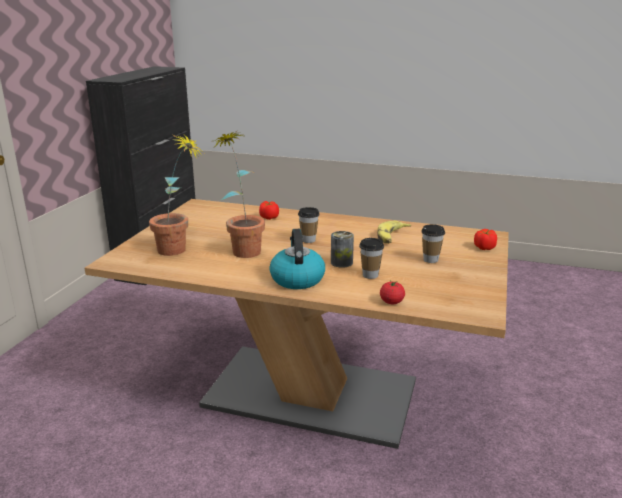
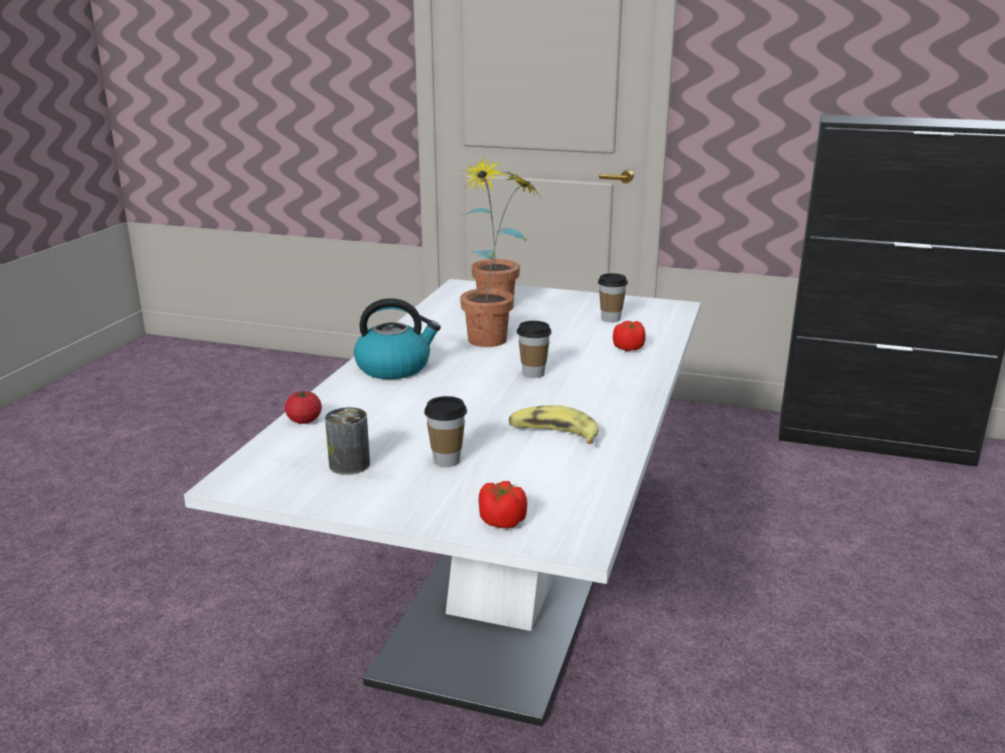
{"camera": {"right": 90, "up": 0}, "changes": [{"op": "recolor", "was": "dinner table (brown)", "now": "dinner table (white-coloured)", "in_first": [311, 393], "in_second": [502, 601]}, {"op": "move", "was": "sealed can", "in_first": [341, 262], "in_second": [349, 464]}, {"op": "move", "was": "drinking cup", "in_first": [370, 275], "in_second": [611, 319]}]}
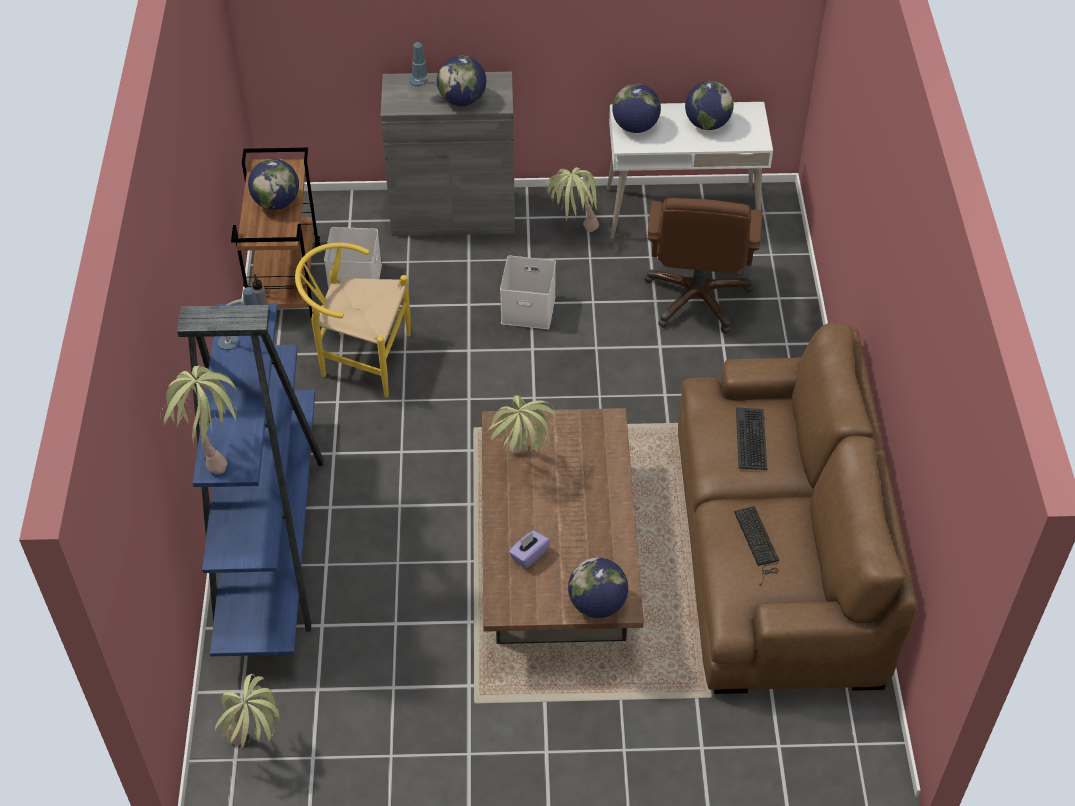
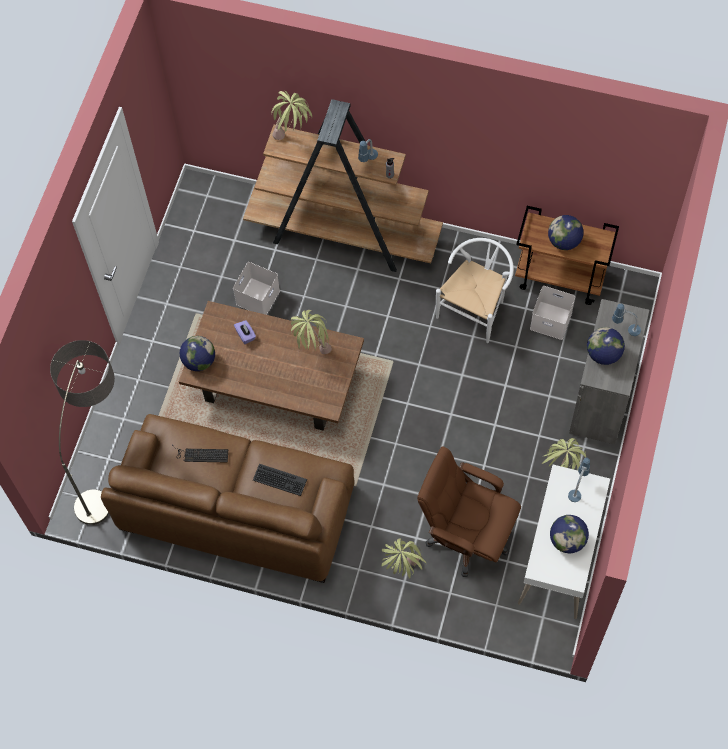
{"camera": {"right": 110, "up": 15}, "changes": [{"op": "insert", "now": "standing lamp", "in_second": [107, 468]}, {"op": "move", "was": "storage bin (white-coloured)", "in_first": [529, 308], "in_second": [258, 298]}, {"op": "recolor", "was": "bookshelf (blue-coloured)", "now": "bookshelf (brown)", "in_first": [270, 539], "in_second": [344, 234]}, {"op": "move", "was": "potted plant", "in_first": [257, 747], "in_second": [403, 570]}, {"op": "recolor", "was": "plain chair (yellow)", "now": "plain chair (white-coloured)", "in_first": [358, 358], "in_second": [475, 307]}, {"op": "replace", "was": "world globe", "now": "table lamp", "in_first": [635, 127], "in_second": [577, 488]}]}
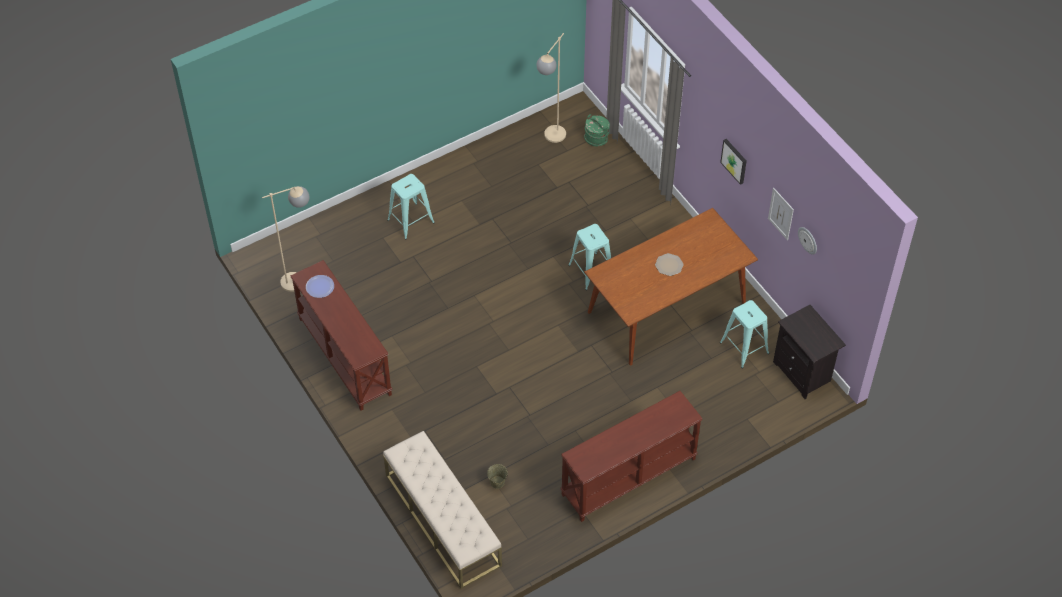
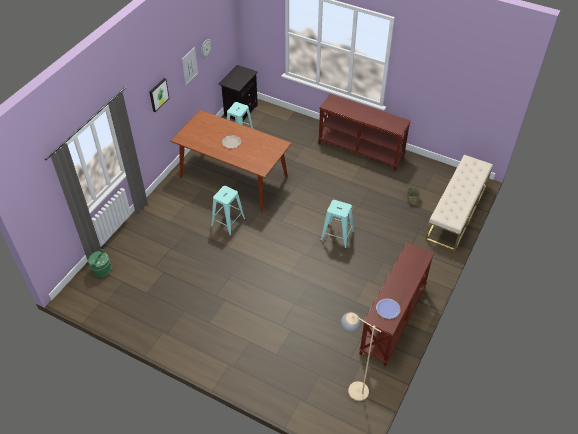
{"camera": {"right": -120, "up": -5}, "changes": [{"op": "move", "was": "stool seat (turquoise)", "in_first": [411, 221], "in_second": [337, 236]}, {"op": "delete", "was": "standing lamp (beige)", "in_first": [551, 139]}]}
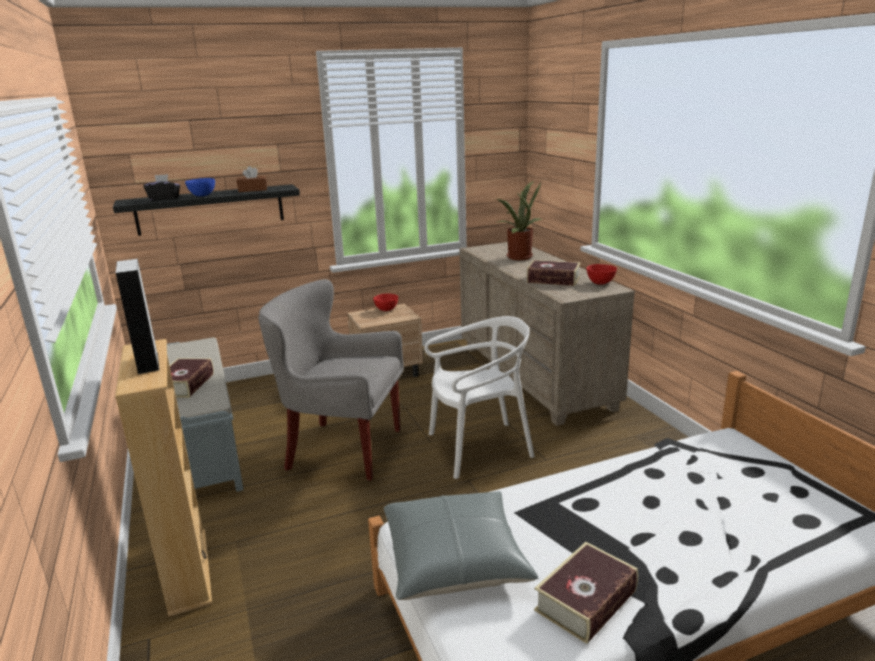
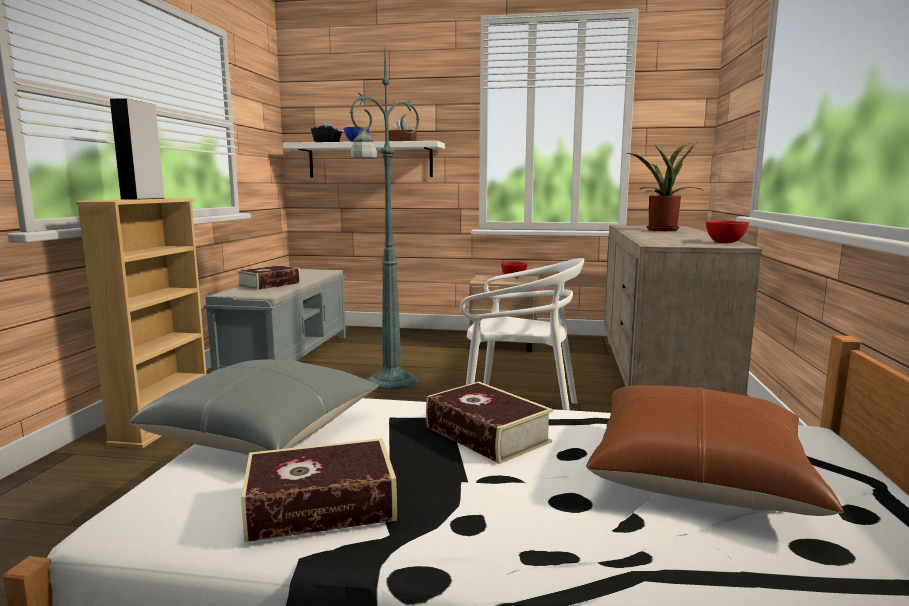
{"camera": {"right": 30, "up": -10}, "changes": [{"op": "recolor", "was": "shelf (blackish)", "now": "shelf (white-coloured)", "in_first": [210, 209], "in_second": [370, 160]}, {"op": "replace", "was": "armchair (grey)", "now": "standing lamp (green-coloured)", "in_first": [341, 449], "in_second": [389, 382]}, {"op": "move", "was": "volume", "in_first": [553, 279], "in_second": [487, 434]}, {"op": "insert", "now": "throw pillow (brown)", "in_second": [699, 473]}]}
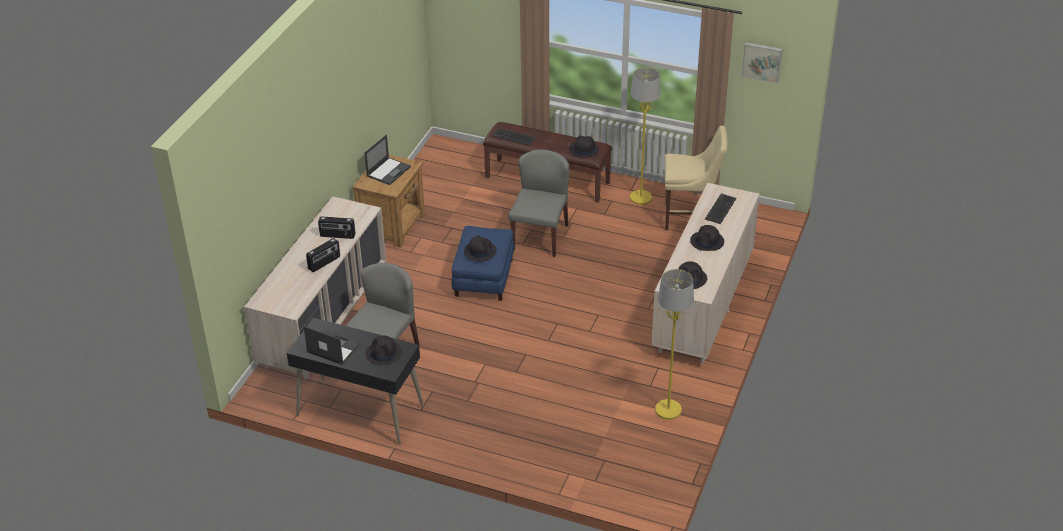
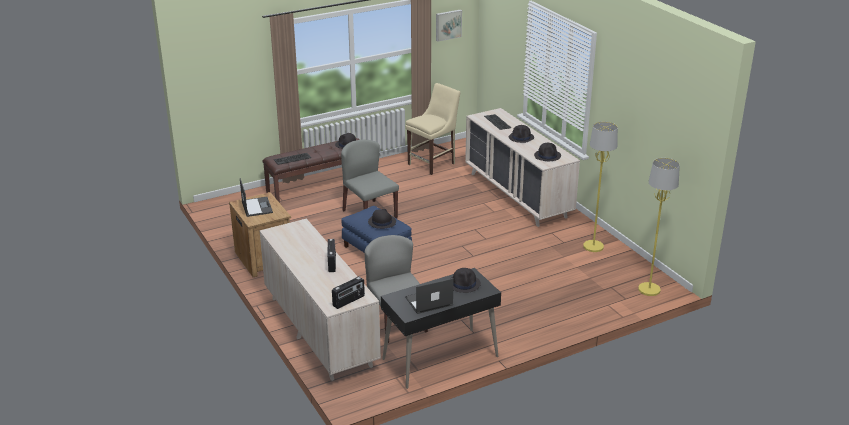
{"camera": {"right": -50, "up": -10}, "changes": [{"op": "move", "was": "radio set", "in_first": [337, 236], "in_second": [349, 301]}, {"op": "move", "was": "standing lamp (yellow)", "in_first": [640, 198], "in_second": [649, 289]}]}
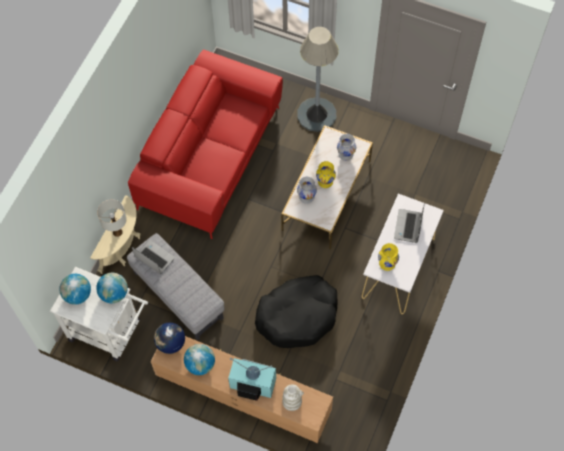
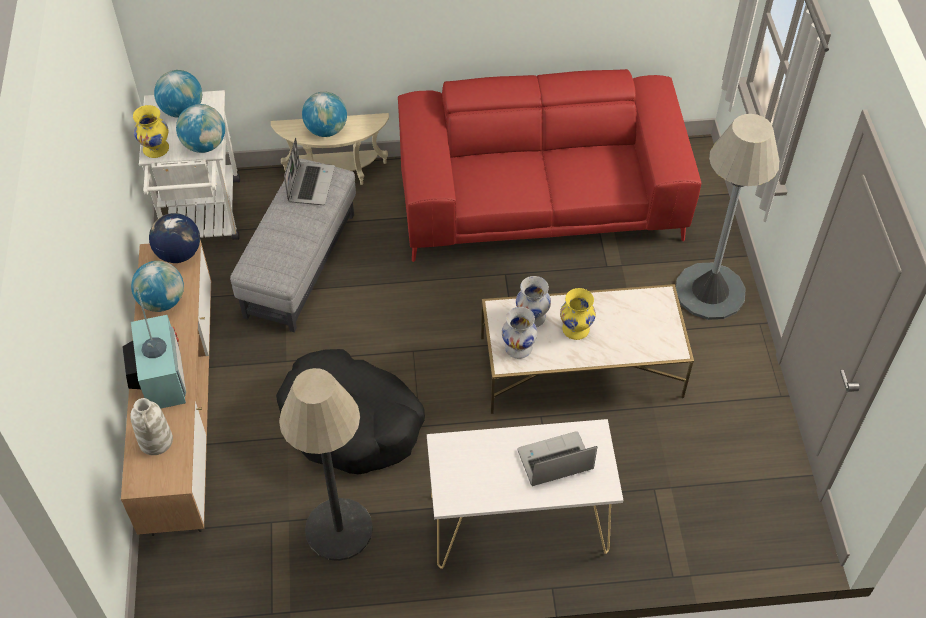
{"camera": {"right": 60, "up": -10}, "changes": [{"op": "move", "was": "decorative vase (yellow)", "in_first": [387, 263], "in_second": [156, 149]}, {"op": "insert", "now": "standing lamp", "in_second": [338, 529]}, {"op": "replace", "was": "table lamp (white-coloured)", "now": "world globe", "in_first": [117, 232], "in_second": [326, 130]}, {"op": "move", "was": "decorative vase (white-coloured)", "in_first": [345, 155], "in_second": [518, 348]}]}
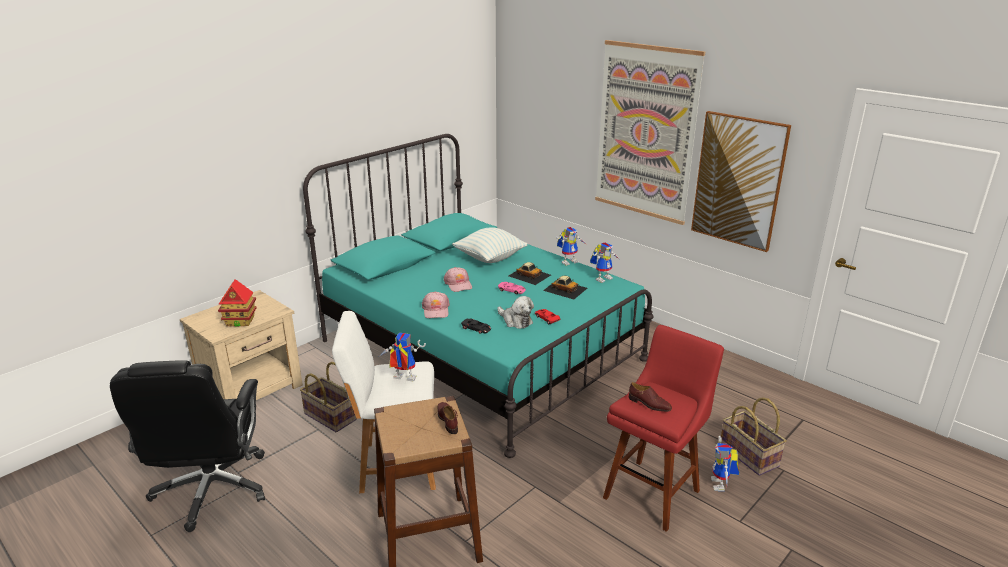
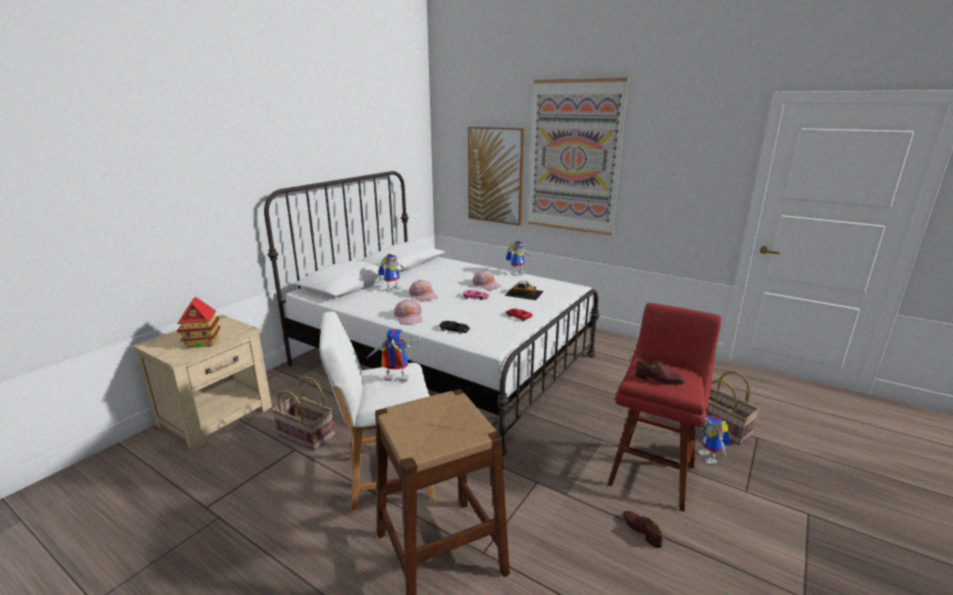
{"camera": {"right": -10, "up": -5}, "changes": [{"op": "recolor", "was": "bed (turquoise)", "now": "bed (white-coloured)", "in_first": [480, 350], "in_second": [443, 360]}, {"op": "move", "was": "toy robot", "in_first": [603, 278], "in_second": [392, 288]}, {"op": "move", "was": "wall art", "in_first": [738, 181], "in_second": [495, 175]}, {"op": "replace", "was": "model car", "now": "cap (pink)", "in_first": [529, 275], "in_second": [486, 285]}, {"op": "move", "was": "low shoe (brown)", "in_first": [448, 420], "in_second": [641, 531]}, {"op": "delete", "was": "office chair (blackish)", "in_first": [211, 490]}, {"op": "delete", "was": "throw pillow", "in_first": [490, 258]}, {"op": "delete", "was": "cuddly toy", "in_first": [515, 321]}]}
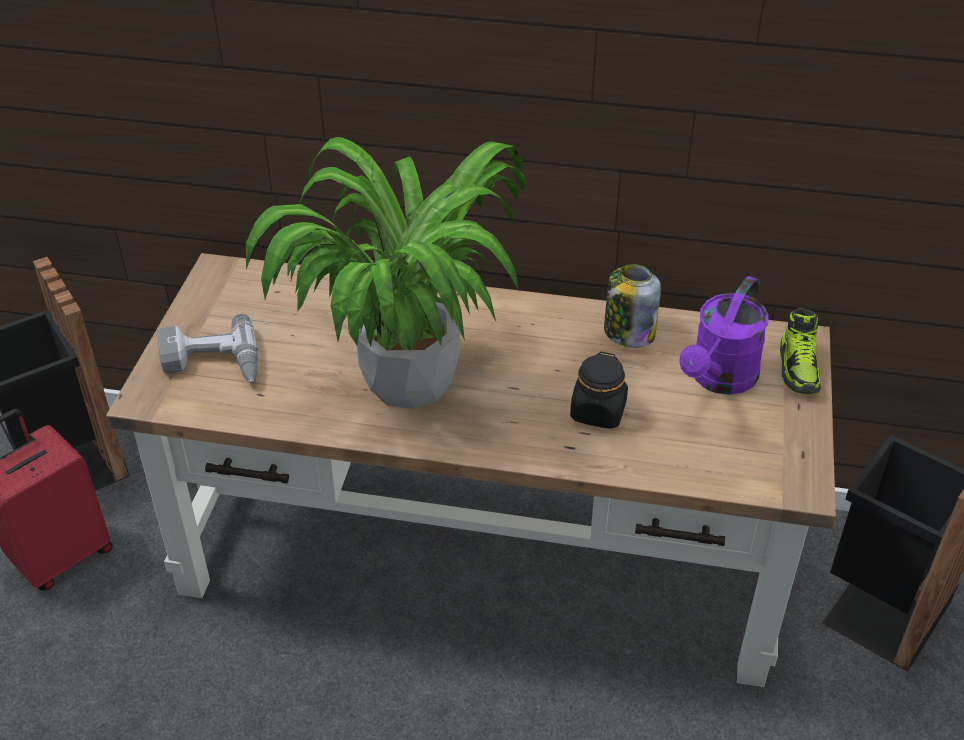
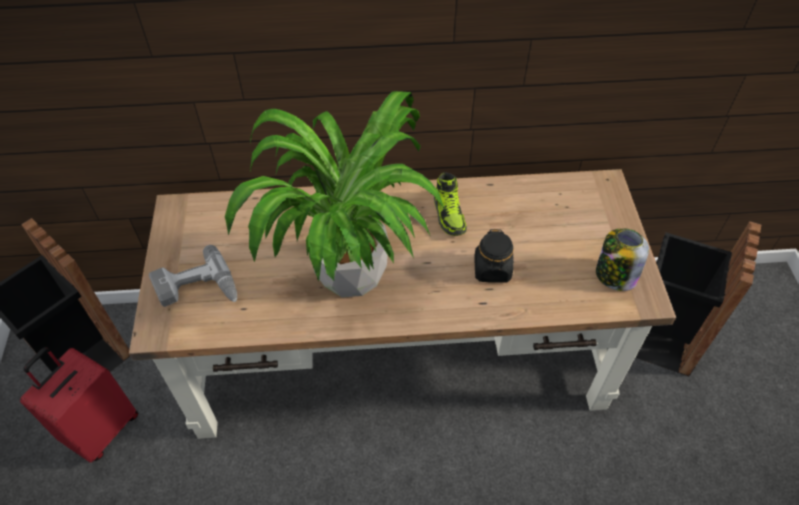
{"camera": {"right": -15, "up": 10}, "changes": [{"op": "move", "was": "low shoe", "in_first": [798, 369], "in_second": [449, 215]}, {"op": "move", "was": "jar", "in_first": [628, 332], "in_second": [615, 275]}, {"op": "delete", "was": "watering pot (purple)", "in_first": [719, 379]}]}
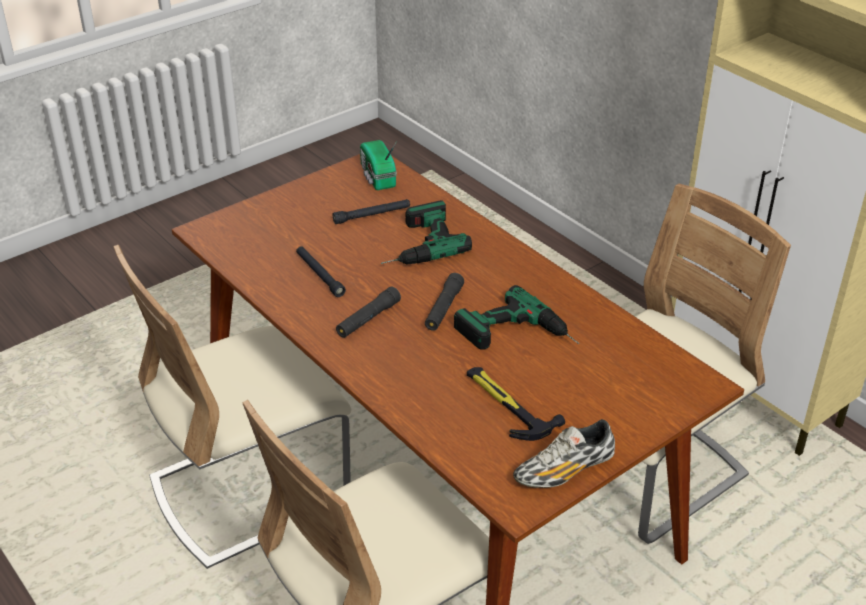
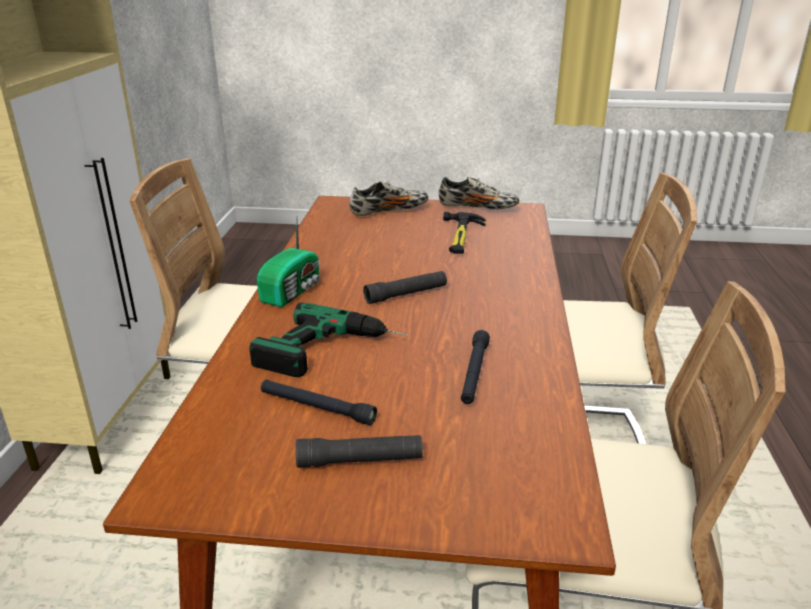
{"camera": {"right": -135, "up": -10}, "changes": [{"op": "move", "was": "radio set", "in_first": [377, 177], "in_second": [293, 291]}, {"op": "move", "was": "hand torch (blackish)", "in_first": [368, 319], "in_second": [360, 460]}, {"op": "insert", "now": "low shoe", "in_second": [389, 211]}, {"op": "delete", "was": "electric drill", "in_first": [519, 337]}]}
